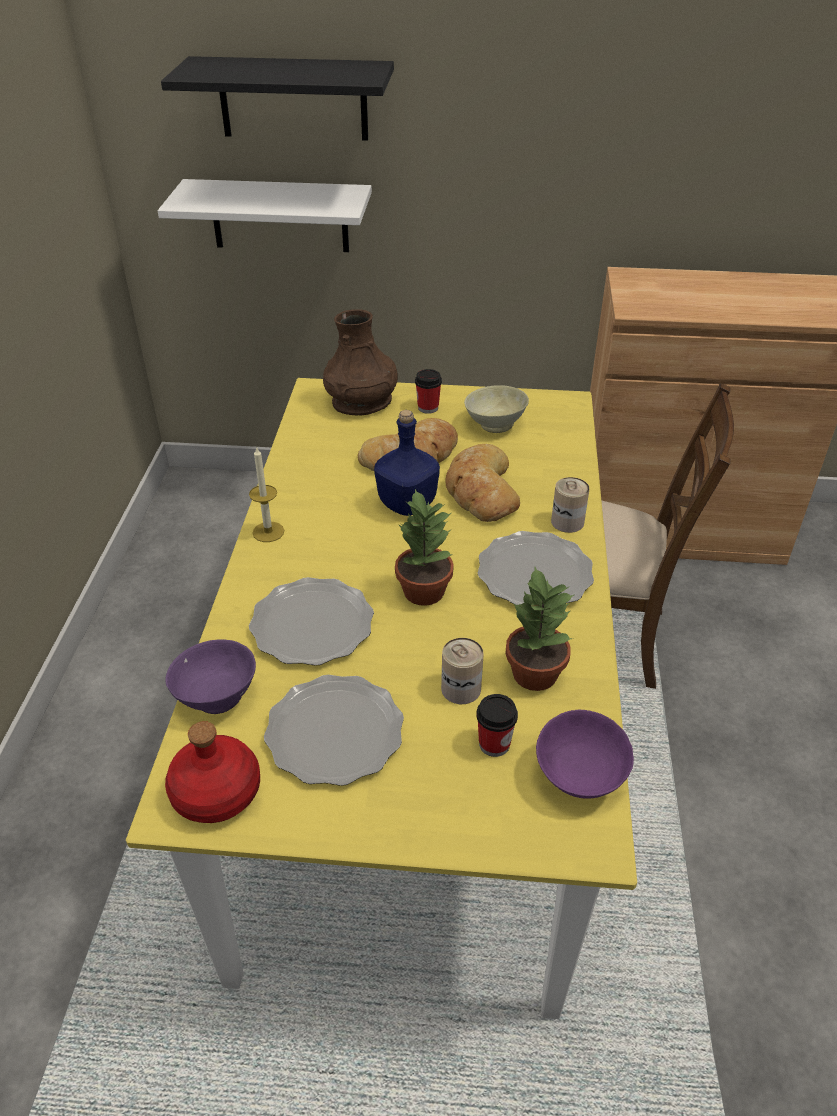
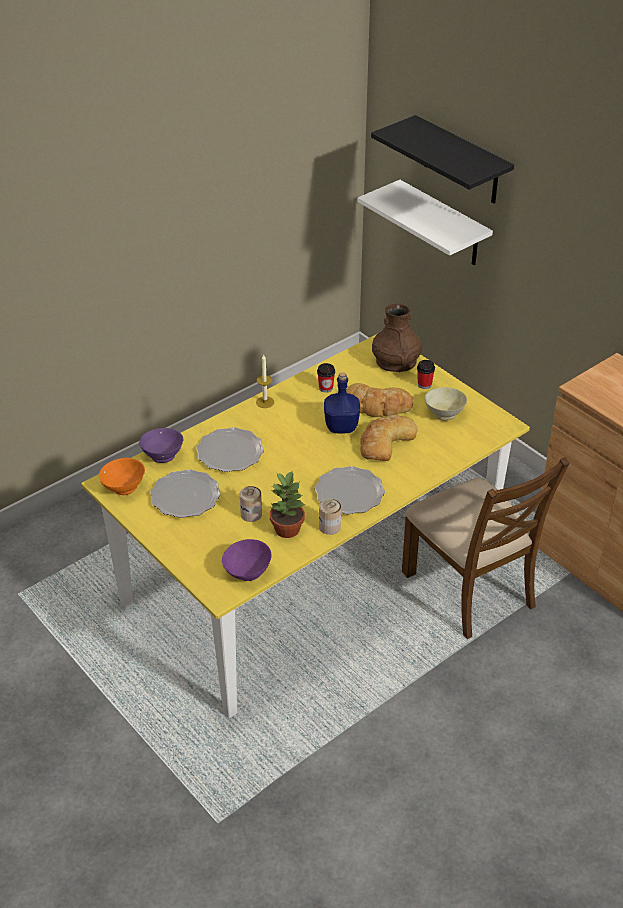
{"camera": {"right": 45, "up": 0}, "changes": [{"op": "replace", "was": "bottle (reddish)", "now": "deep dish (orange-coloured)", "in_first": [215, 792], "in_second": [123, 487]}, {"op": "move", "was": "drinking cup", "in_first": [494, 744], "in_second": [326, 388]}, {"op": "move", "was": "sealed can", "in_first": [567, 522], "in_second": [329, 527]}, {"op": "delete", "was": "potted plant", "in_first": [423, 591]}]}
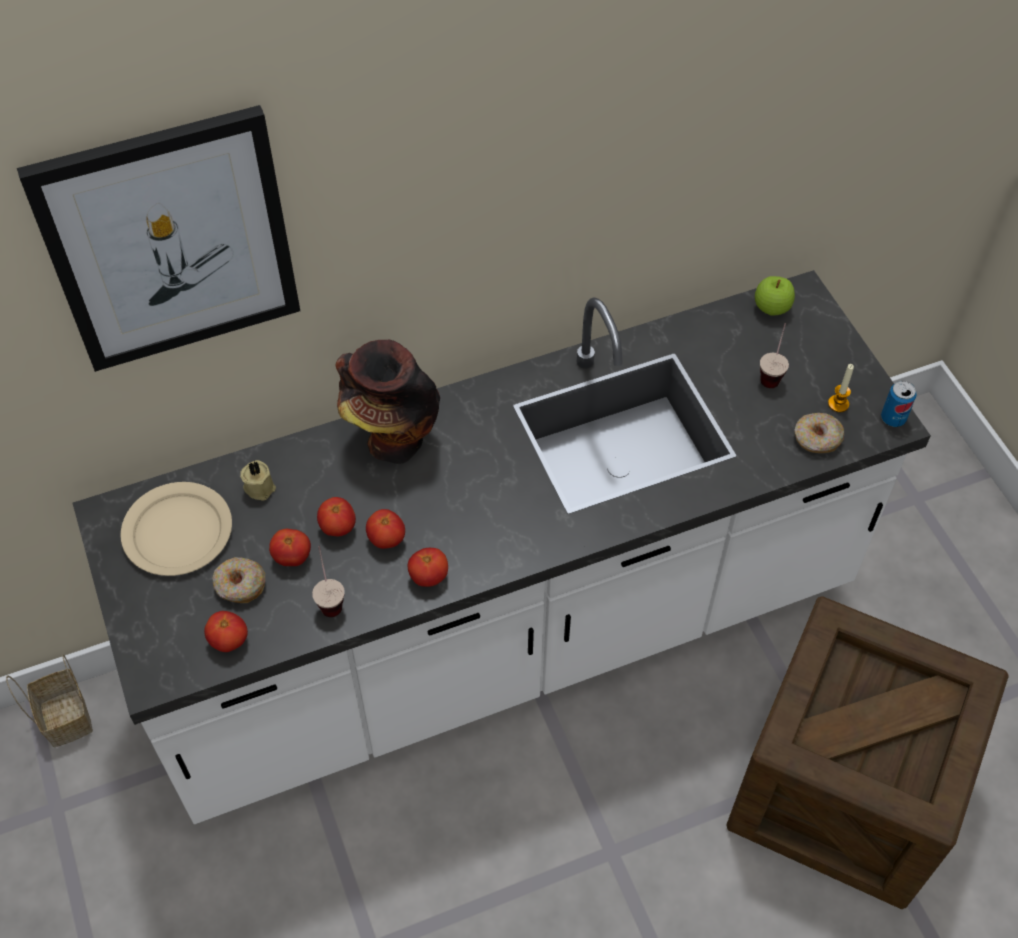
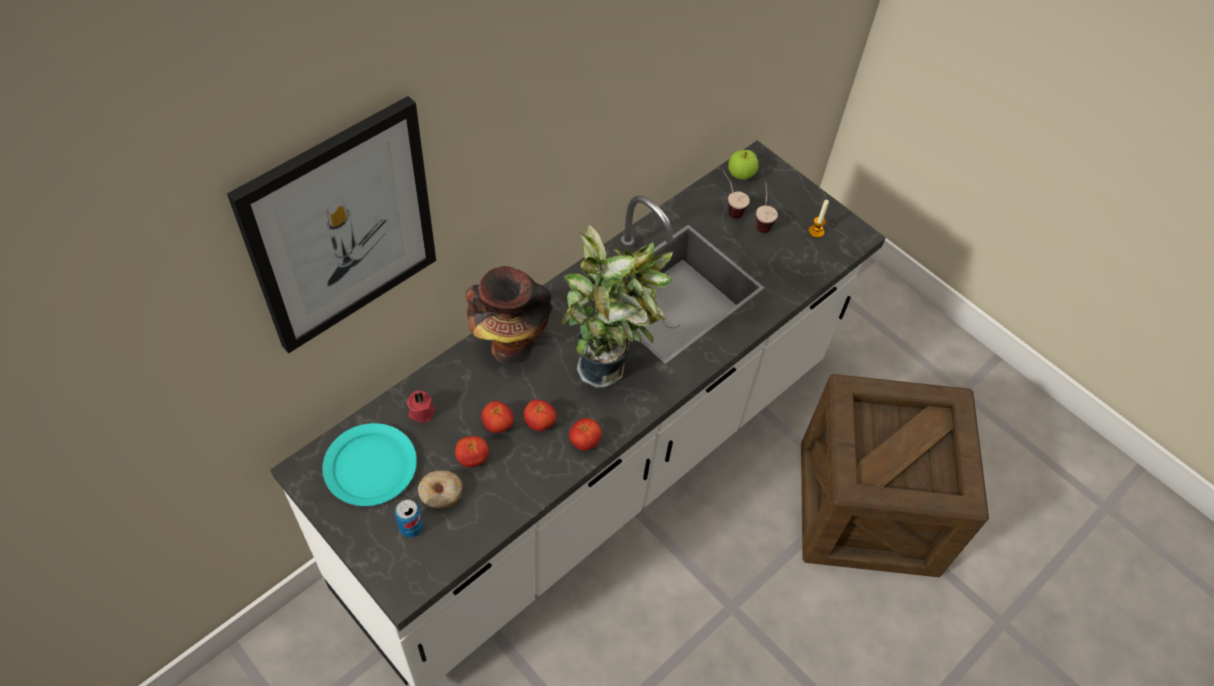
{"camera": {"right": -25, "up": 0}, "changes": [{"op": "recolor", "was": "flat dish (beige)", "now": "flat dish (turquoise)", "in_first": [178, 532], "in_second": [371, 466]}, {"op": "move", "was": "sealed can", "in_first": [893, 418], "in_second": [411, 527]}, {"op": "recolor", "was": "wax light (beige)", "now": "wax light (reddish)", "in_first": [260, 486], "in_second": [421, 411]}, {"op": "insert", "now": "potted plant", "in_second": [606, 367]}, {"op": "move", "was": "drinking cup", "in_first": [329, 597], "in_second": [730, 208]}, {"op": "delete", "was": "storage basket", "in_first": [64, 716]}, {"op": "delete", "was": "tomato", "in_first": [229, 641]}, {"op": "delete", "was": "ring doughnut", "in_first": [817, 439]}]}
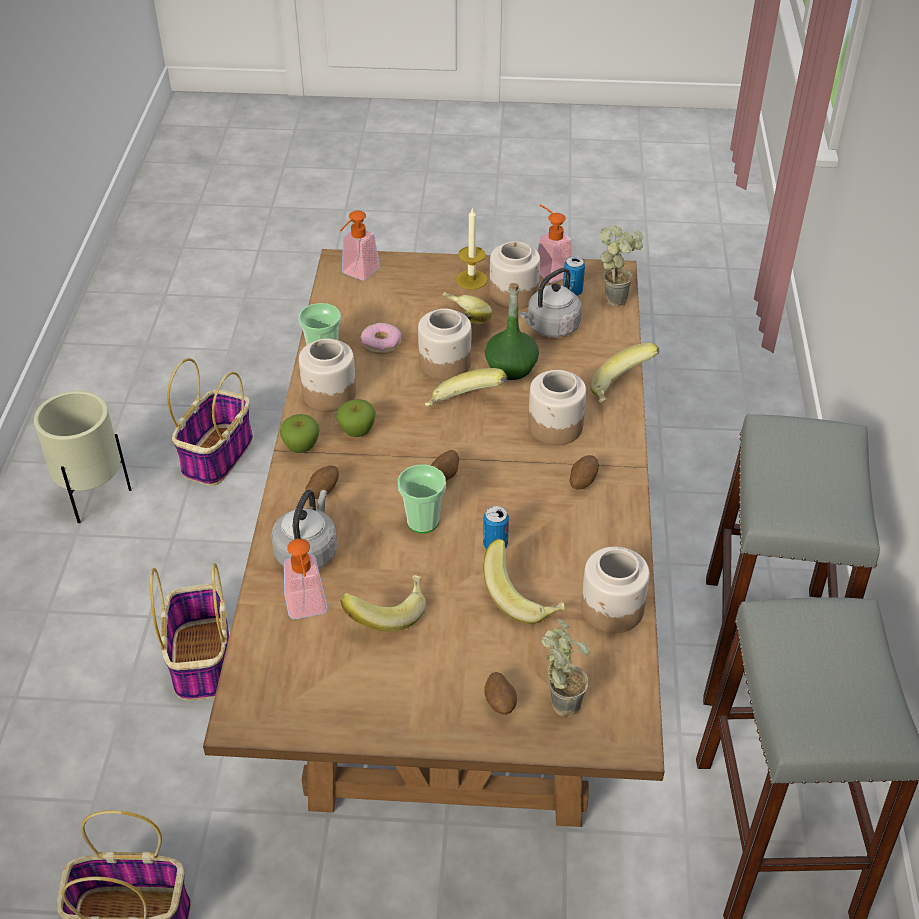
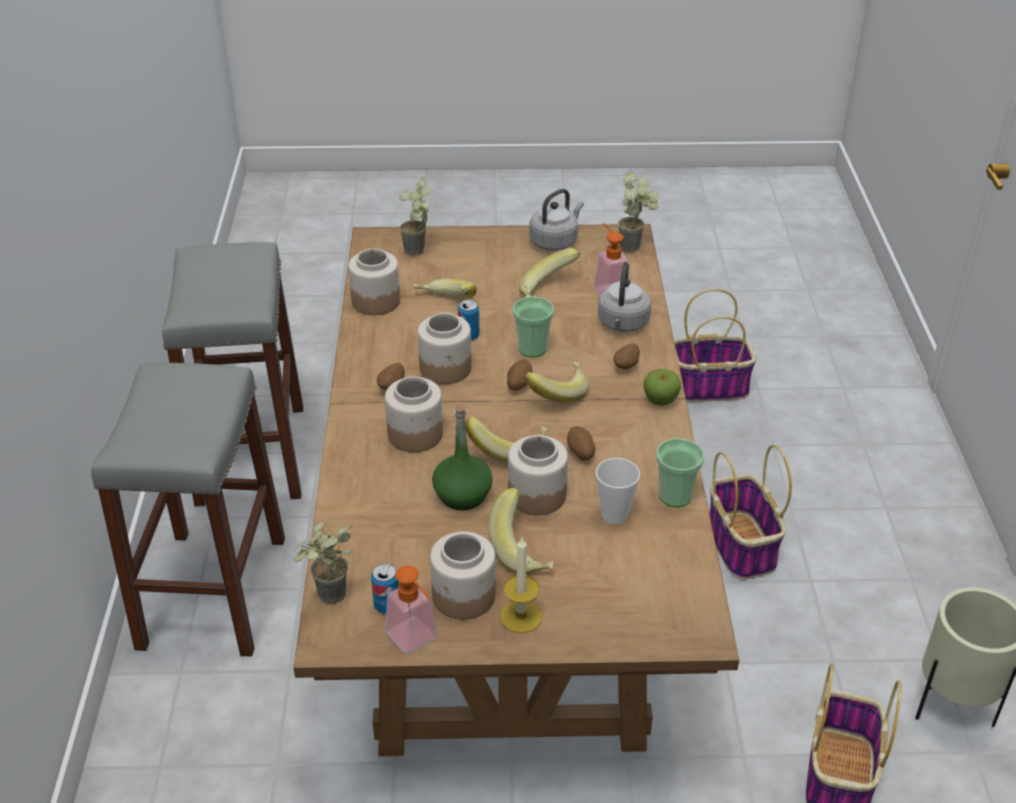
{"camera": {"right": 175, "up": -5}, "changes": [{"op": "move", "was": "jar", "in_first": [329, 394], "in_second": [446, 368]}, {"op": "move", "was": "banana fruit", "in_first": [622, 390], "in_second": [557, 393]}, {"op": "move", "was": "tea kettle (grey)", "in_first": [550, 328], "in_second": [555, 241]}, {"op": "move", "was": "whole potato", "in_first": [500, 703], "in_second": [580, 453]}, {"op": "replace", "was": "ring doughnut", "now": "drinking cup", "in_first": [381, 344], "in_second": [614, 515]}, {"op": "insert", "now": "potted plant", "in_second": [635, 247]}, {"op": "delete", "was": "whole apple", "in_first": [357, 432]}, {"op": "delete", "was": "liquid soap bottle", "in_first": [357, 274]}]}
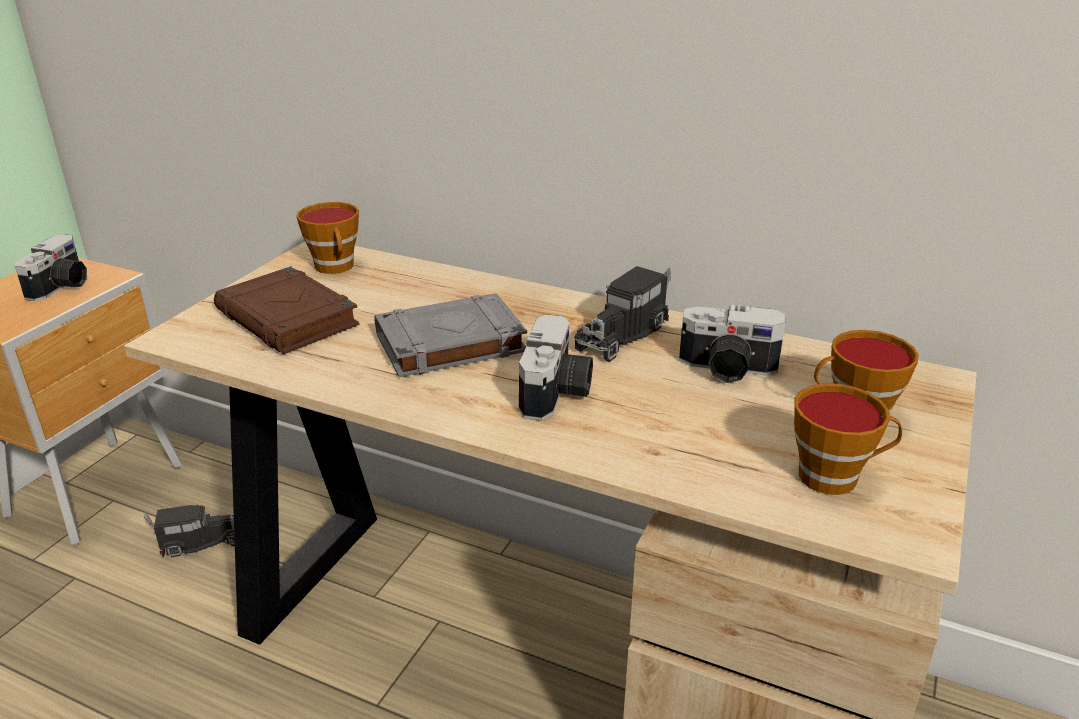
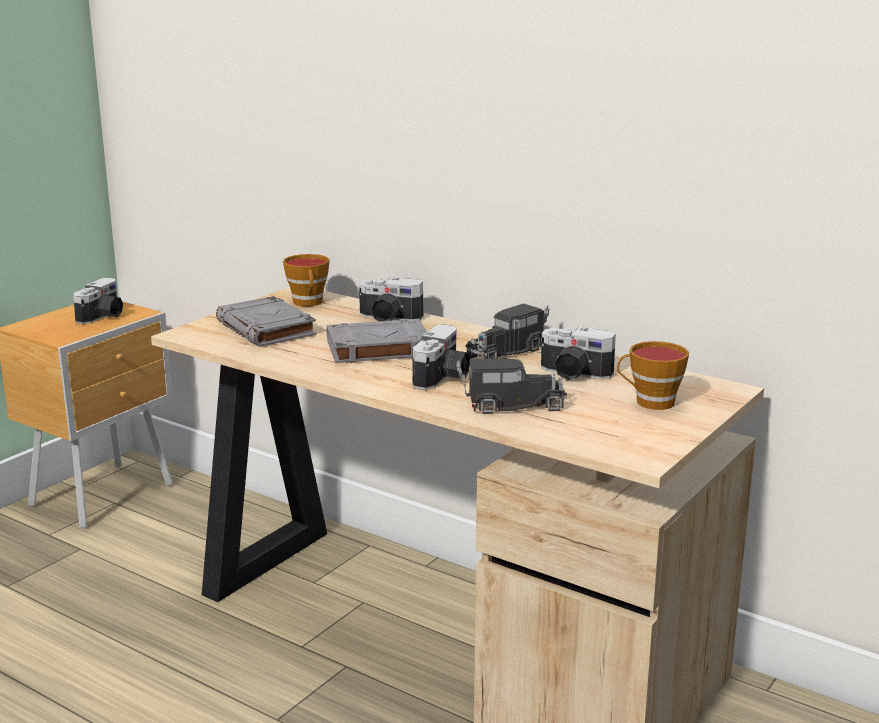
{"camera": {"right": 10, "up": -10}, "changes": [{"op": "recolor", "was": "volume (brown)", "now": "volume (grey)", "in_first": [289, 319], "in_second": [267, 329]}, {"op": "insert", "now": "still camera", "in_second": [388, 319]}, {"op": "move", "was": "model truck", "in_first": [199, 542], "in_second": [510, 405]}, {"op": "delete", "was": "drinking cup", "in_first": [835, 476]}]}
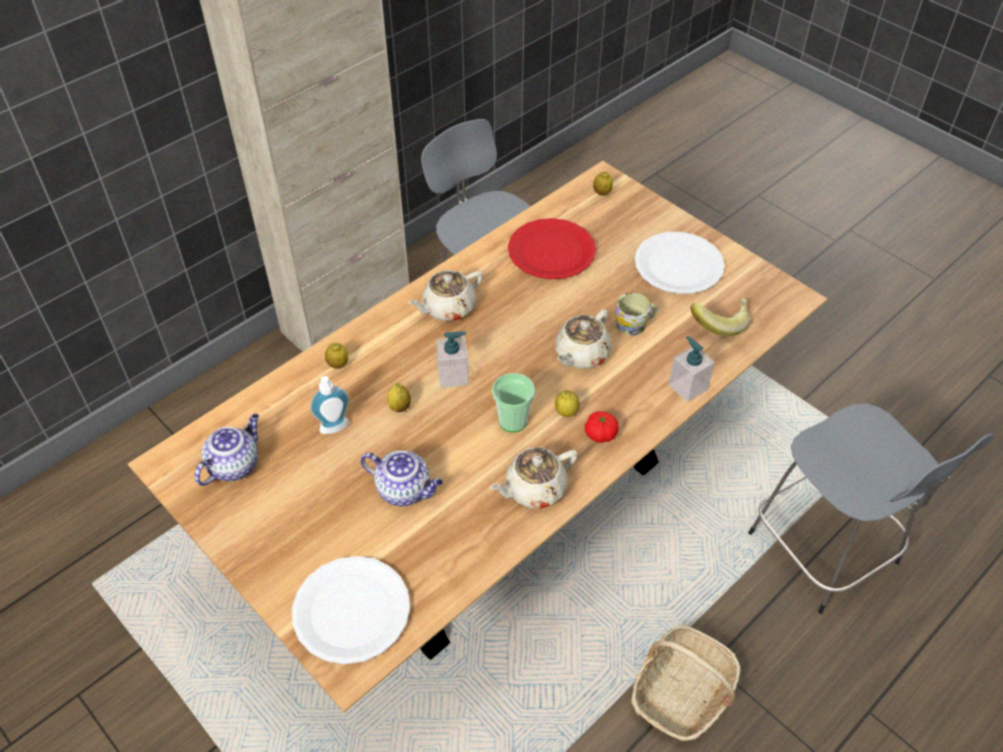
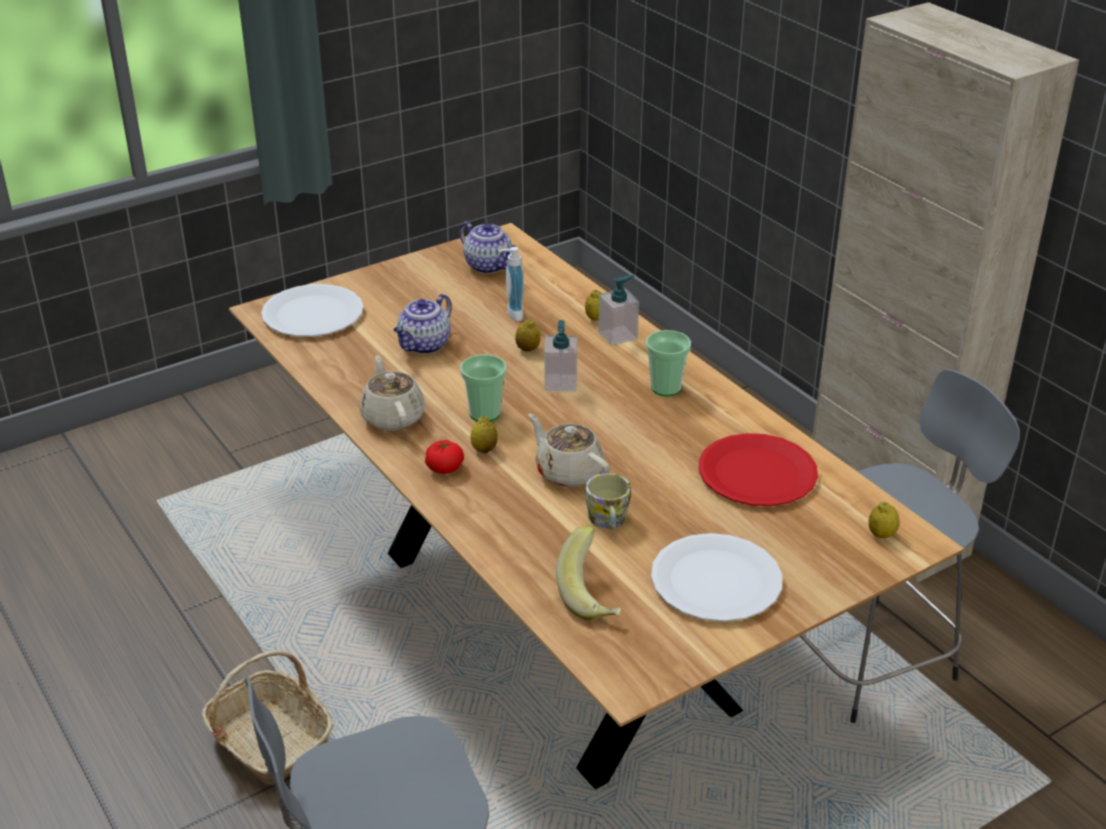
{"camera": {"right": 100, "up": -15}, "changes": [{"op": "move", "was": "liquid soap bottle", "in_first": [687, 387], "in_second": [618, 335]}, {"op": "replace", "was": "teapot (beige)", "now": "drinking cup", "in_first": [448, 308], "in_second": [666, 388]}]}
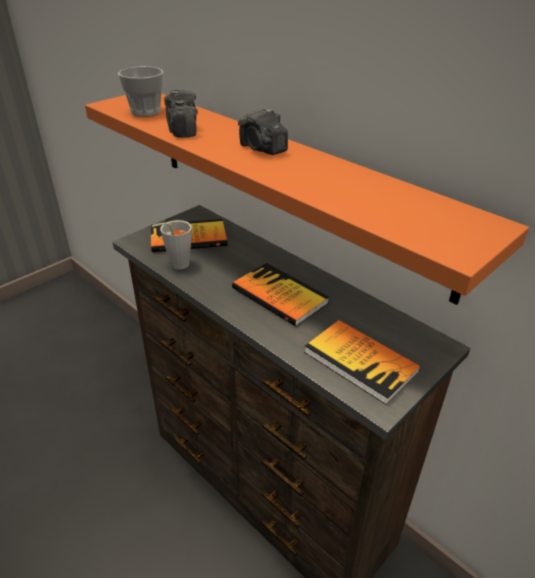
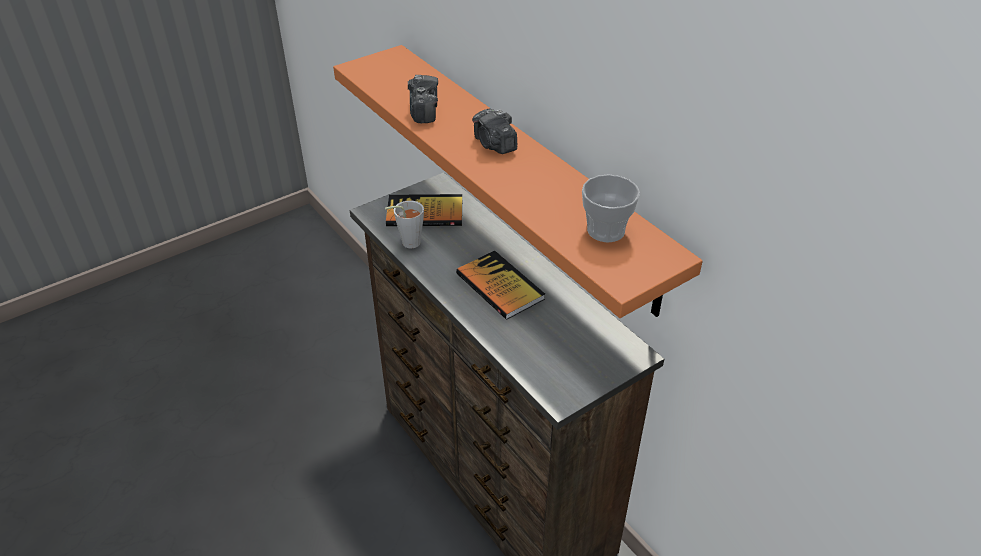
{"camera": {"right": 10, "up": 5}, "changes": [{"op": "move", "was": "drinking cup", "in_first": [145, 112], "in_second": [606, 230]}, {"op": "delete", "was": "volume", "in_first": [360, 361]}]}
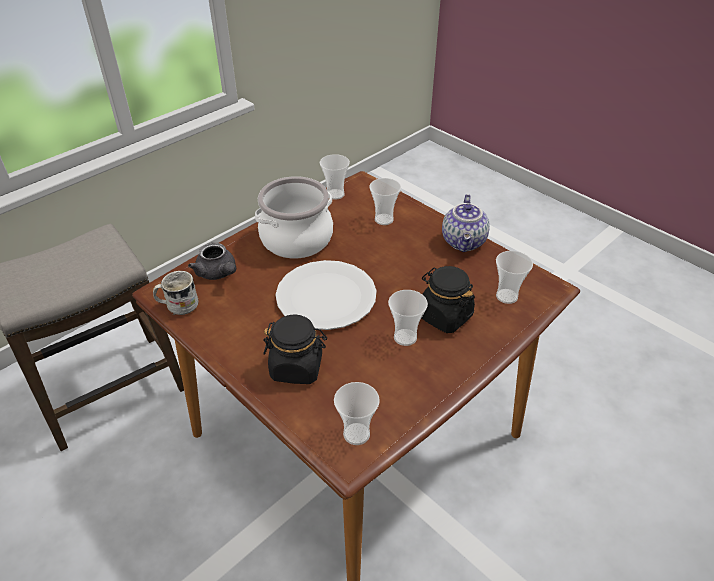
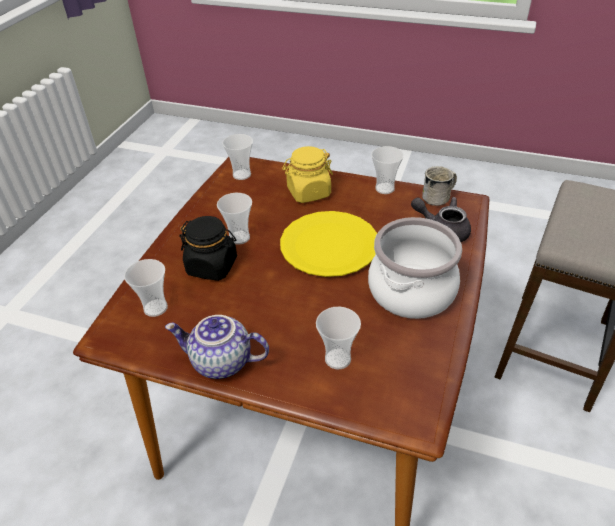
{"camera": {"right": 155, "up": 0}, "changes": [{"op": "rotate", "was": "teapot", "in_first": [464, 242], "in_second": [220, 363], "clockwise": -60}, {"op": "recolor", "was": "flat dish (white-coloured)", "now": "flat dish (yellow)", "in_first": [326, 297], "in_second": [329, 245]}, {"op": "recolor", "was": "jar (blackish)", "now": "jar (yellow)", "in_first": [297, 367], "in_second": [308, 192]}, {"op": "move", "was": "drinking cup", "in_first": [335, 194], "in_second": [384, 188]}]}
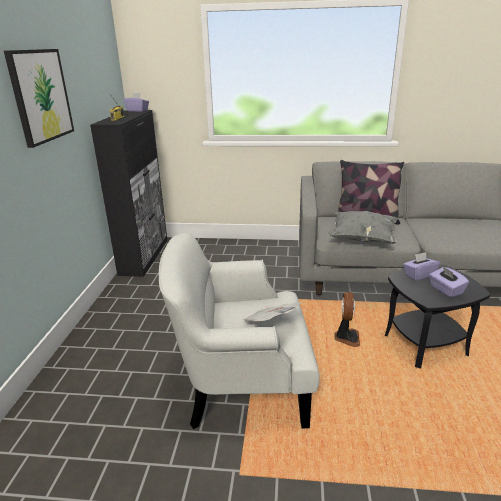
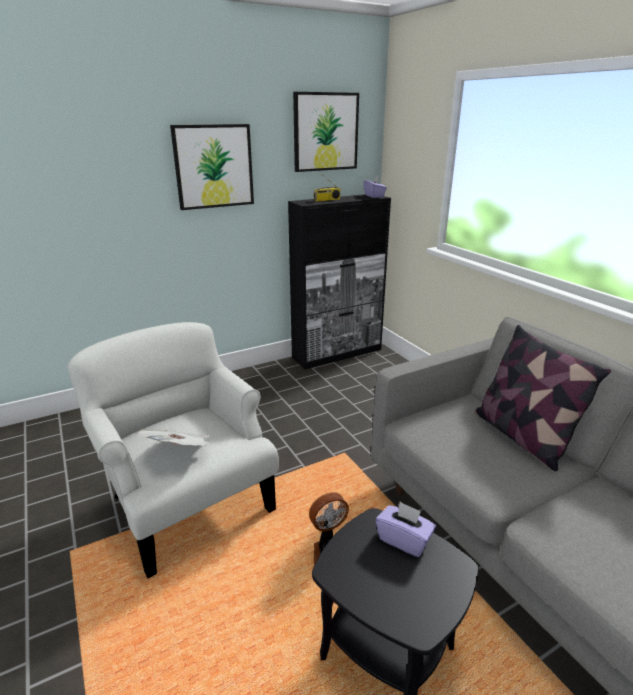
{"camera": {"right": 55, "up": 0}, "changes": [{"op": "insert", "now": "wall art", "in_second": [325, 132]}, {"op": "delete", "was": "throw pillow (grey)", "in_first": [362, 239]}, {"op": "delete", "was": "tissue holder (purple)", "in_first": [445, 290]}]}
